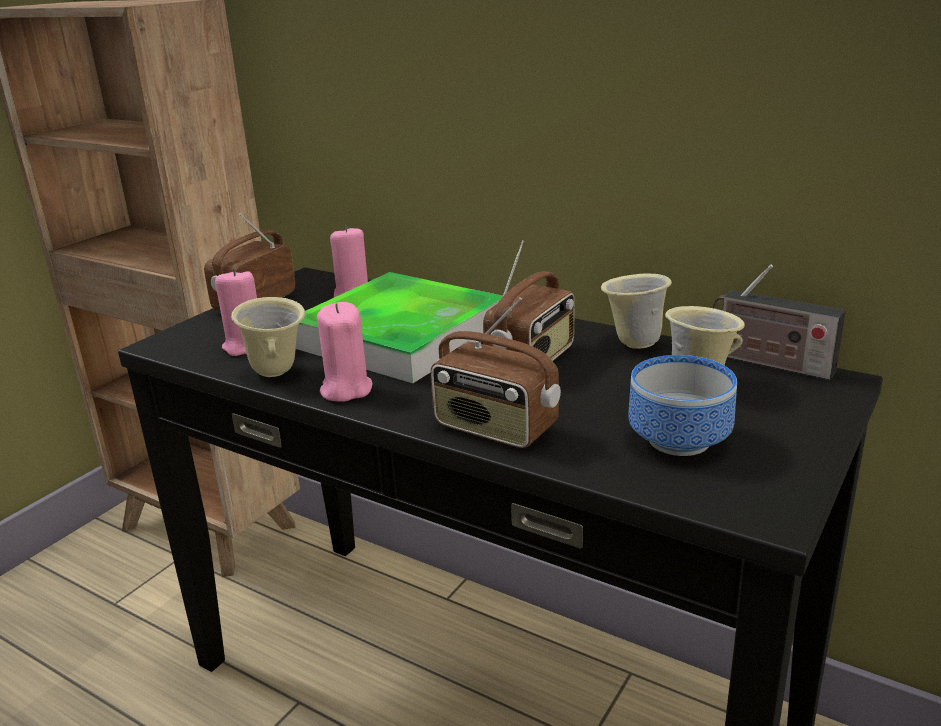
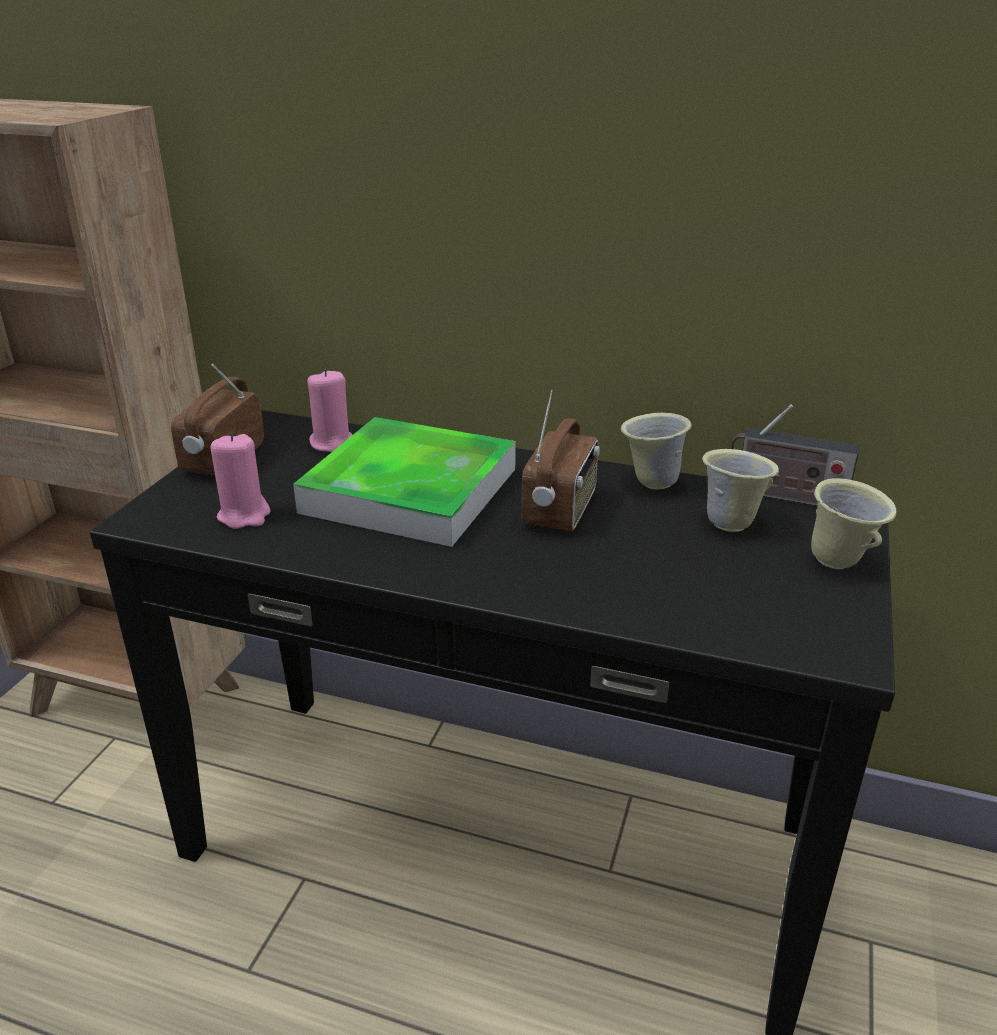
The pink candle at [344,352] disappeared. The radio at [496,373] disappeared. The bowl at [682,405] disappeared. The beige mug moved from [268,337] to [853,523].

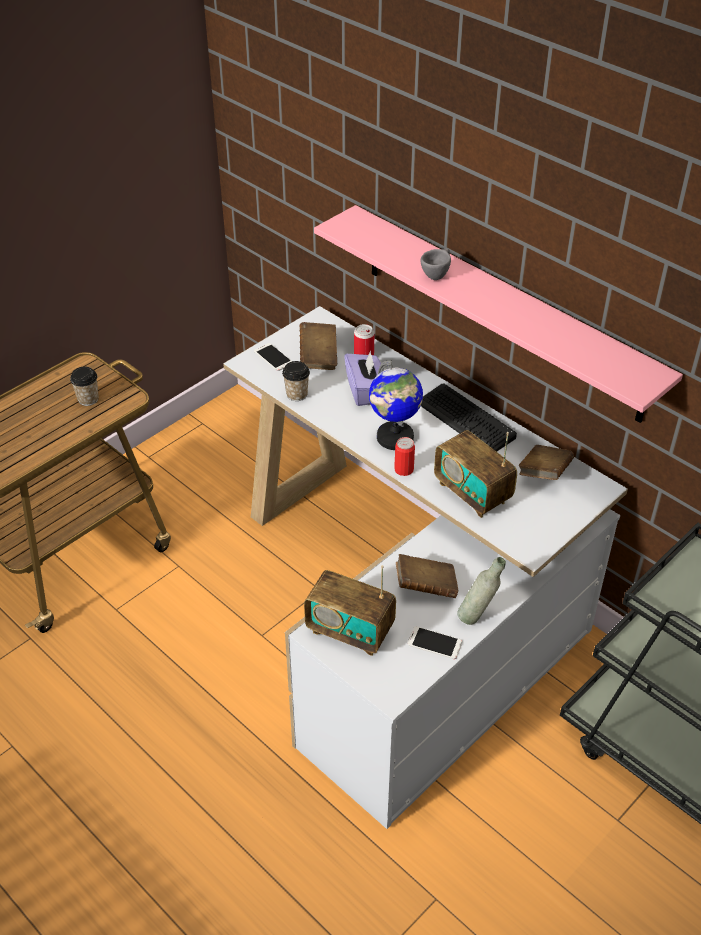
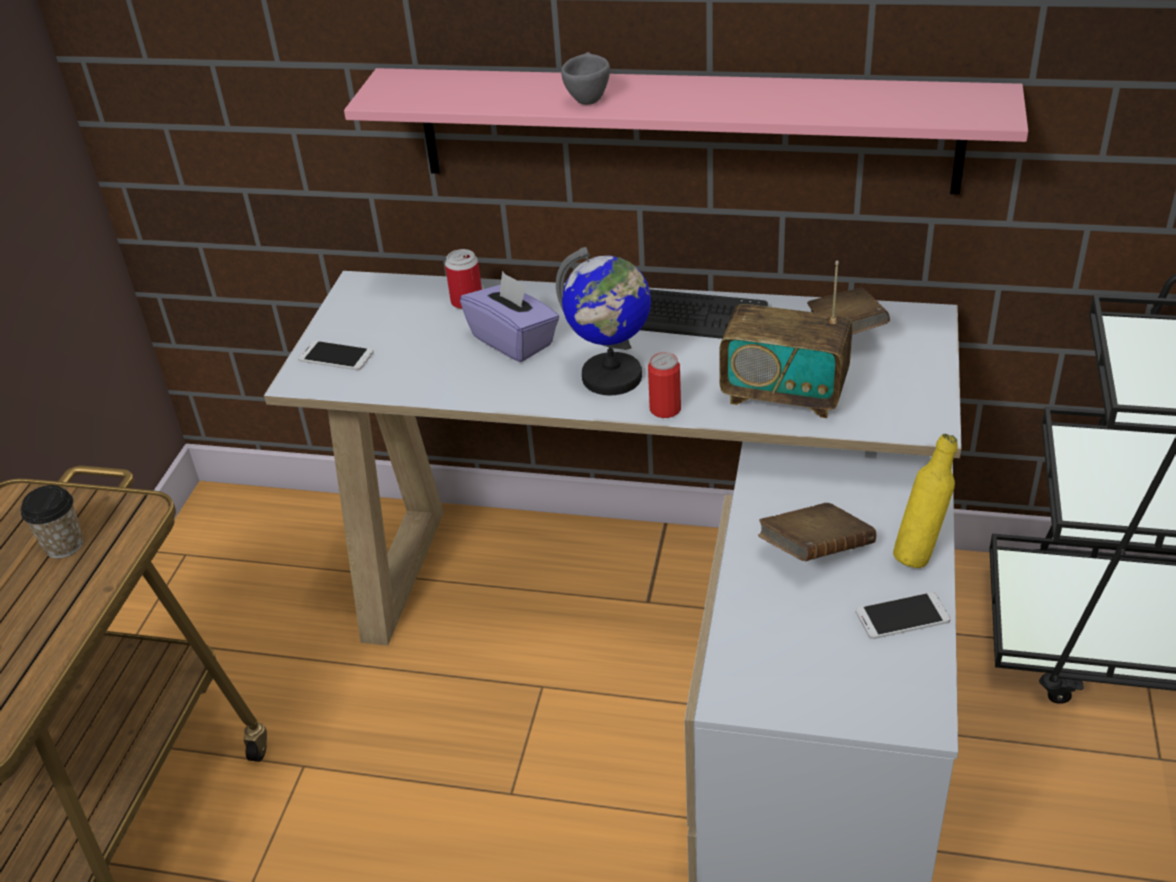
The cup at [296,381] disappeared. The brown book at [318,346] disappeared. The radio at [350,610] disappeared. The grey bottle at [481,591] became the yellow bottle at [925,501].

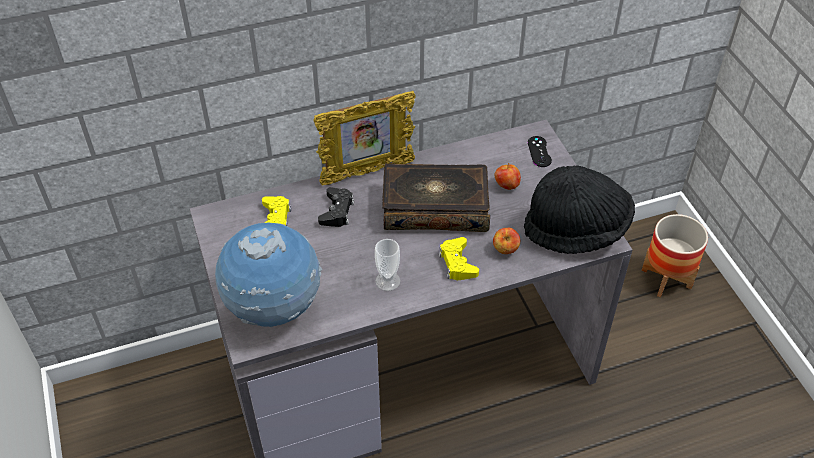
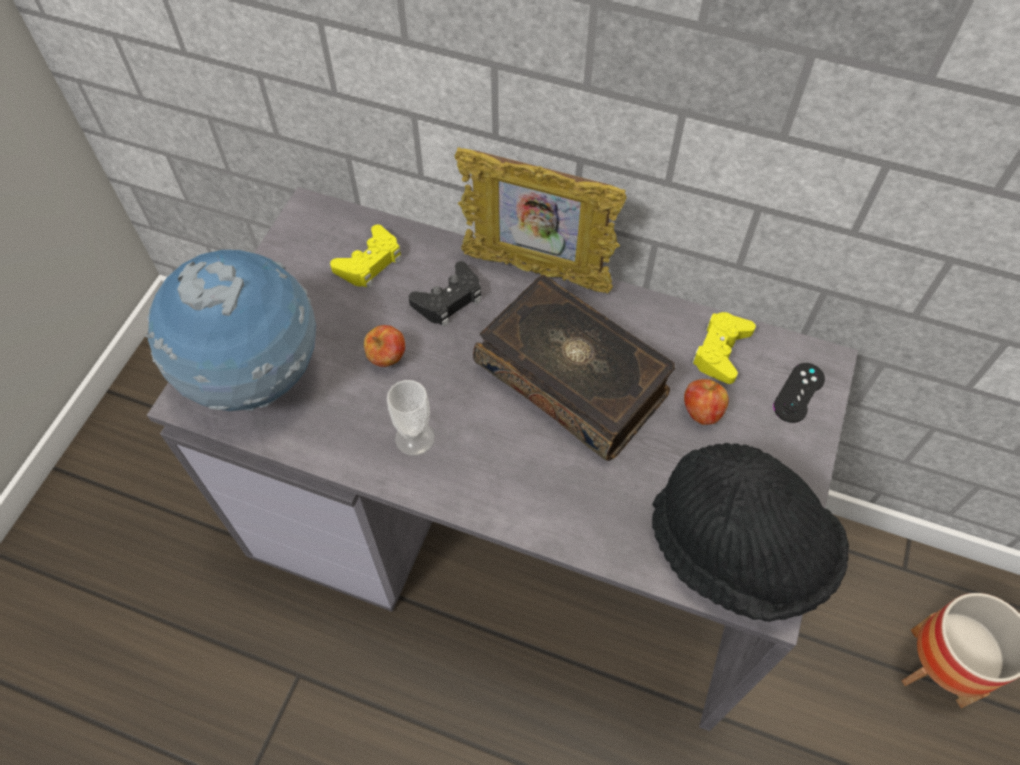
The yellow game controller moved from [459,258] to [723,348]. The apple moved from [506,241] to [384,346].

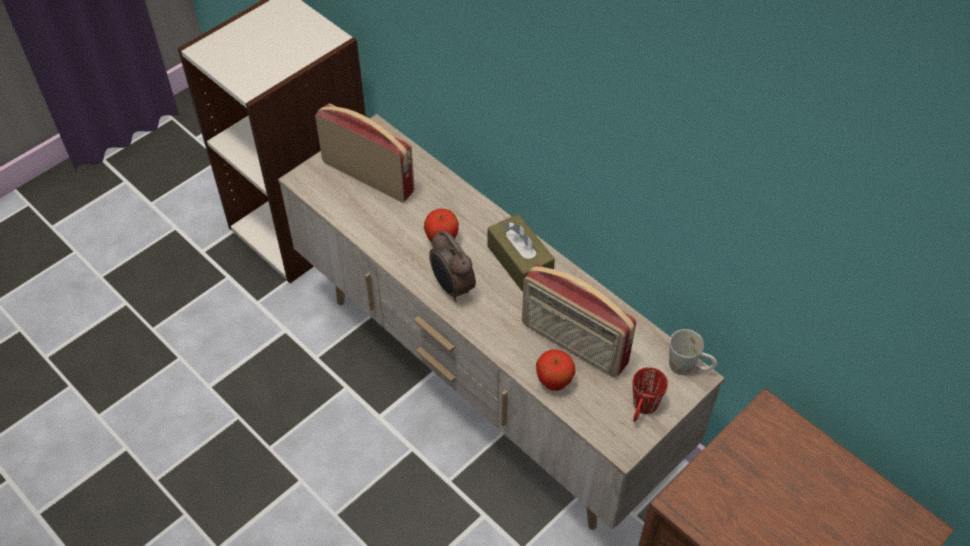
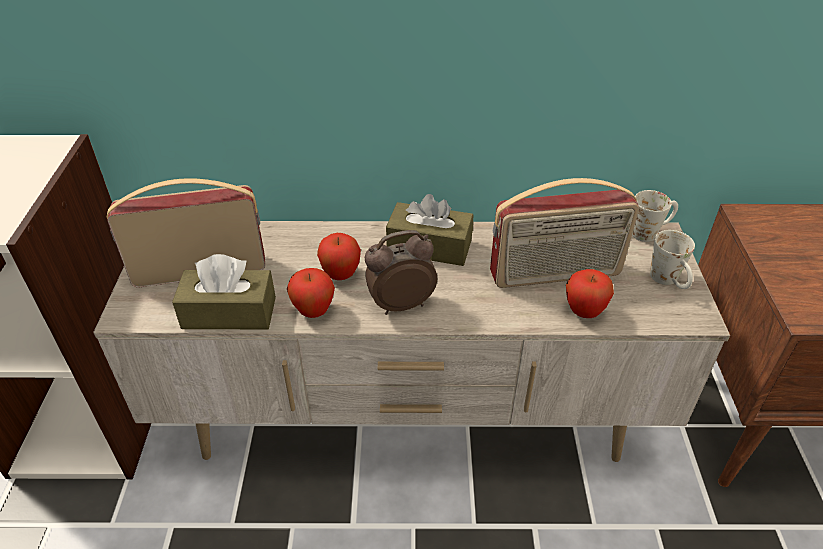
The brown tissue box at [224,291] appeared. The apple at [311,293] appeared. The red mug at [650,394] became the white mug at [672,259]. The alarm clock at [452,266] turned 150 degrees clockwise.

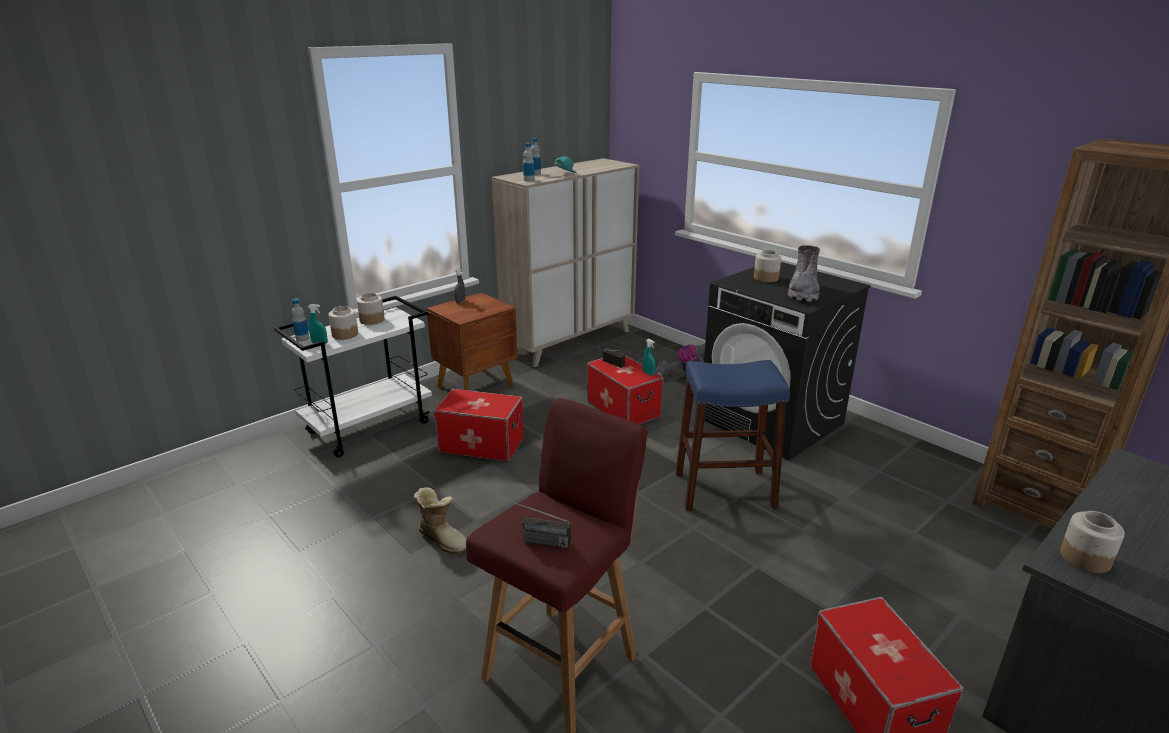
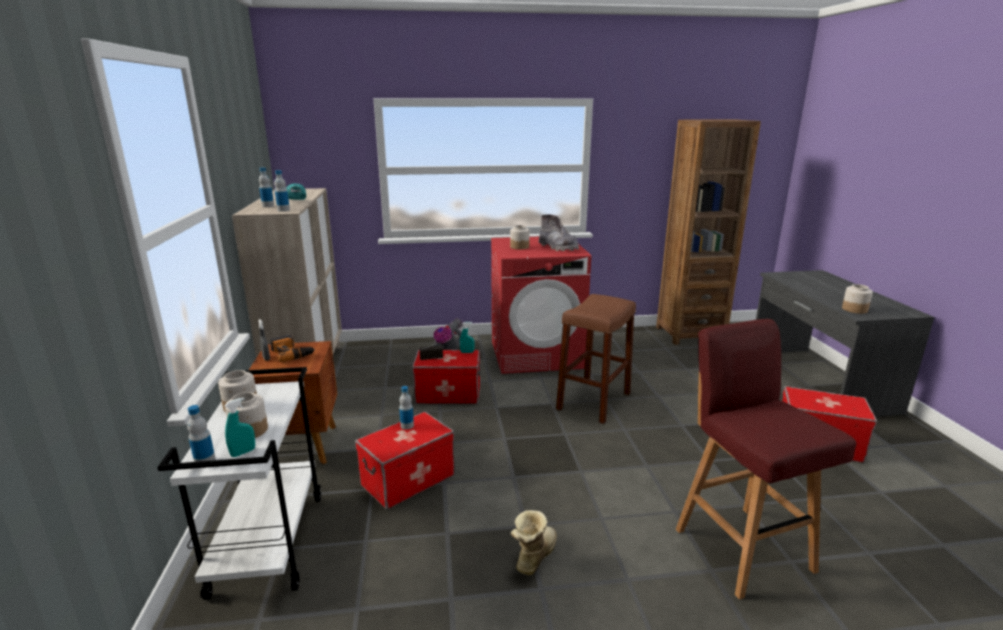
The radio at [535,522] disappeared. The power drill at [292,348] appeared. The bottle at [406,408] appeared. The blue stool at [733,435] became the brown stool at [596,359]. The black washing machine at [787,361] became the red washing machine at [541,305]. The boot at [440,521] turned 45 degrees counterclockwise.

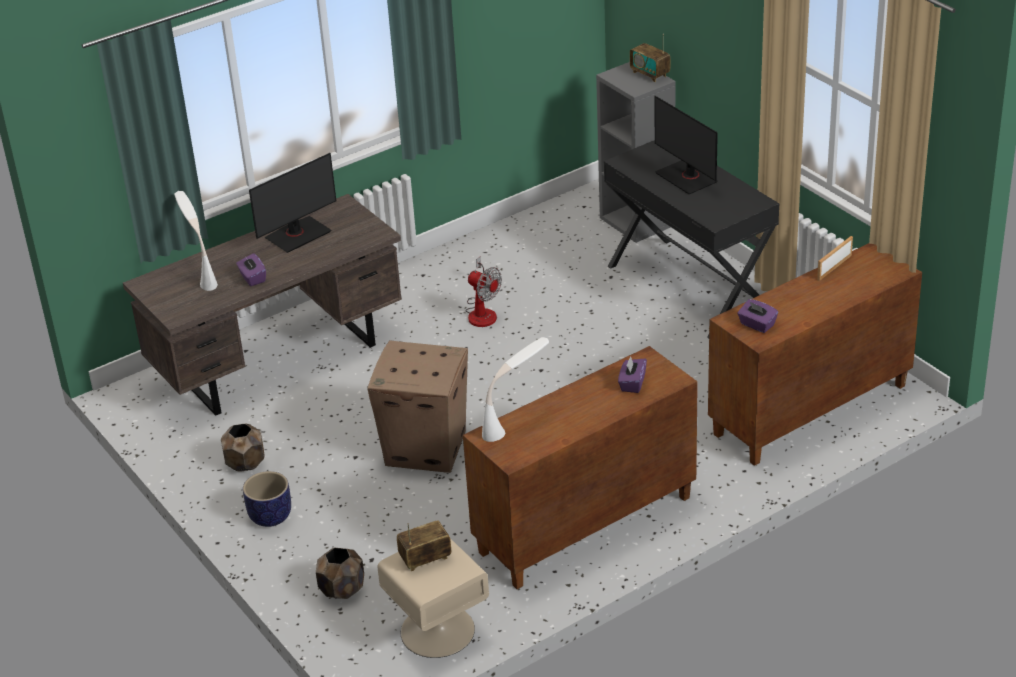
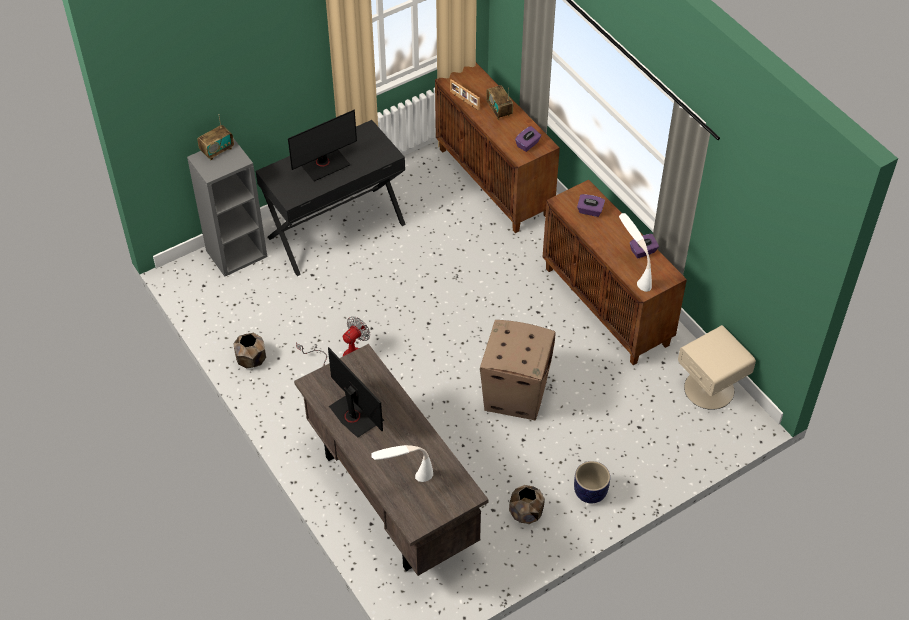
The purple tissue box moved from [251,269] to [644,246]. The brown planter moved from [340,573] to [249,351]. The radio moved from [424,545] to [499,102].

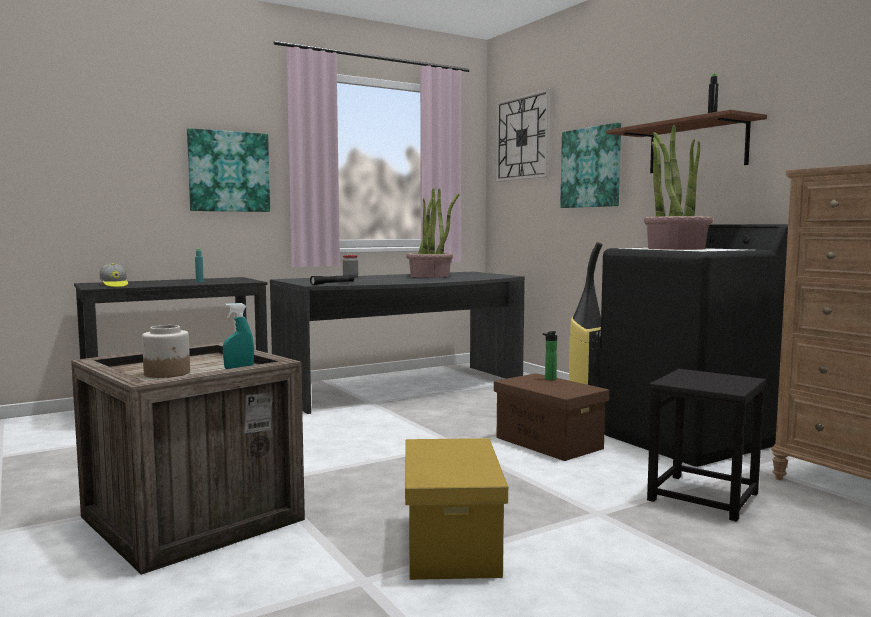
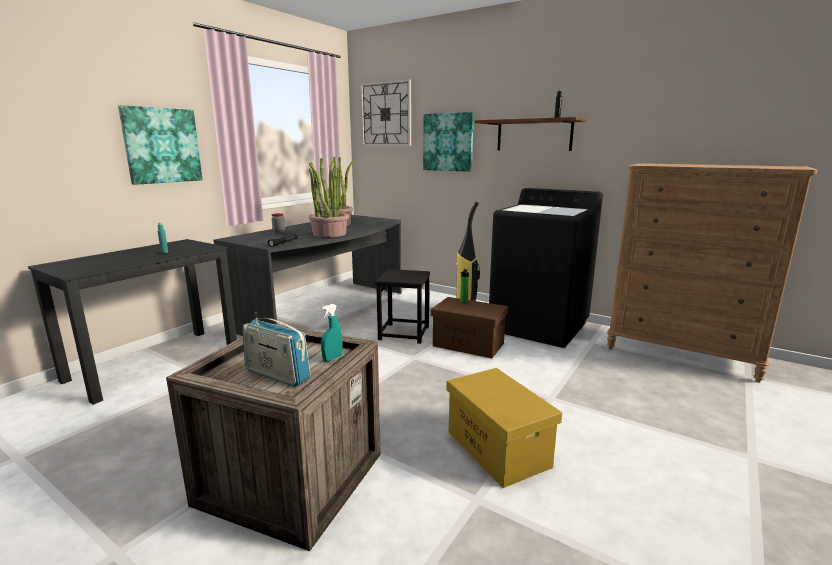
The cap at [114,275] disappeared. The potted plant moved from [678,187] to [329,197]. The black stool moved from [706,445] to [402,306]. The jar at [166,351] was replaced by the radio at [276,349].

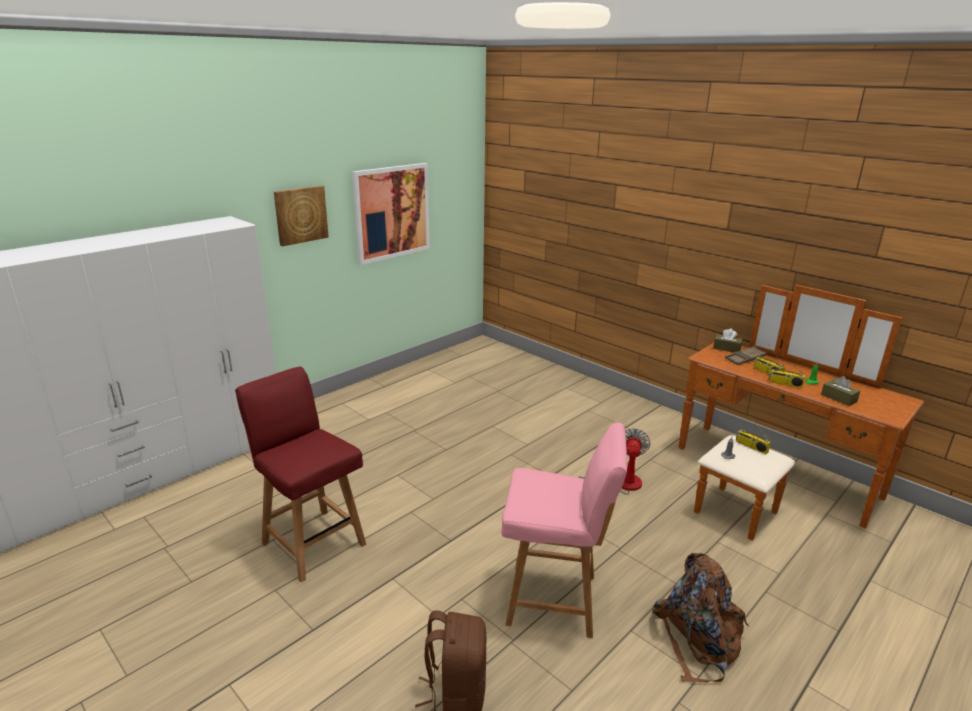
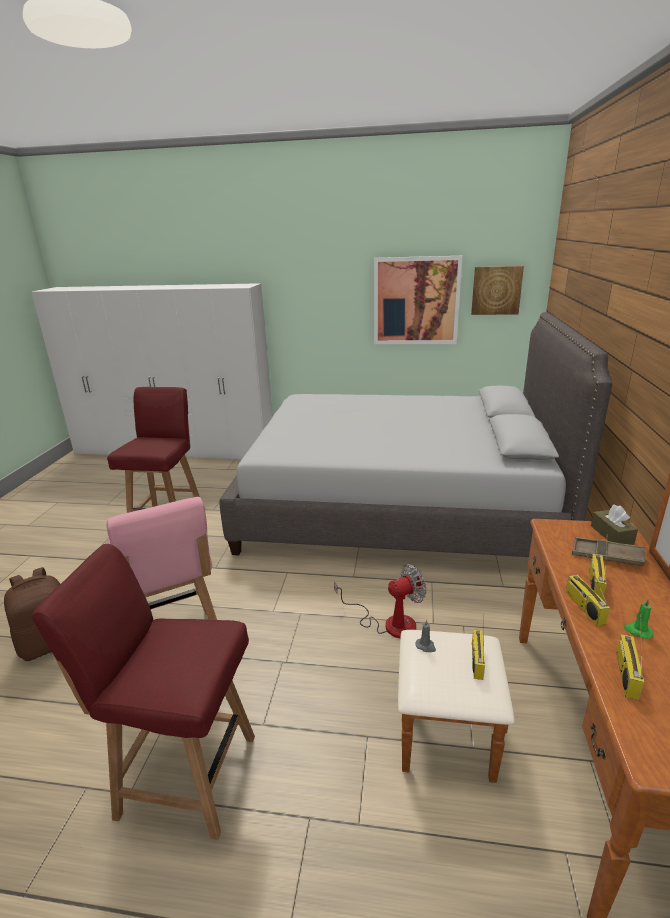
The grey bed at [416,434] appeared. The picture moved from [301,215] to [497,290]. The brown backpack at [700,617] was replaced by the red chair at [143,692]. The brown tissue box at [840,391] was replaced by the radio at [630,657].

